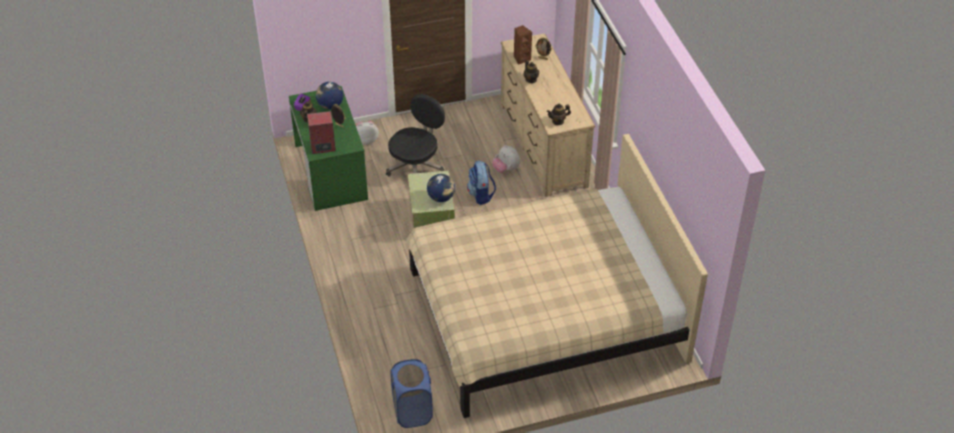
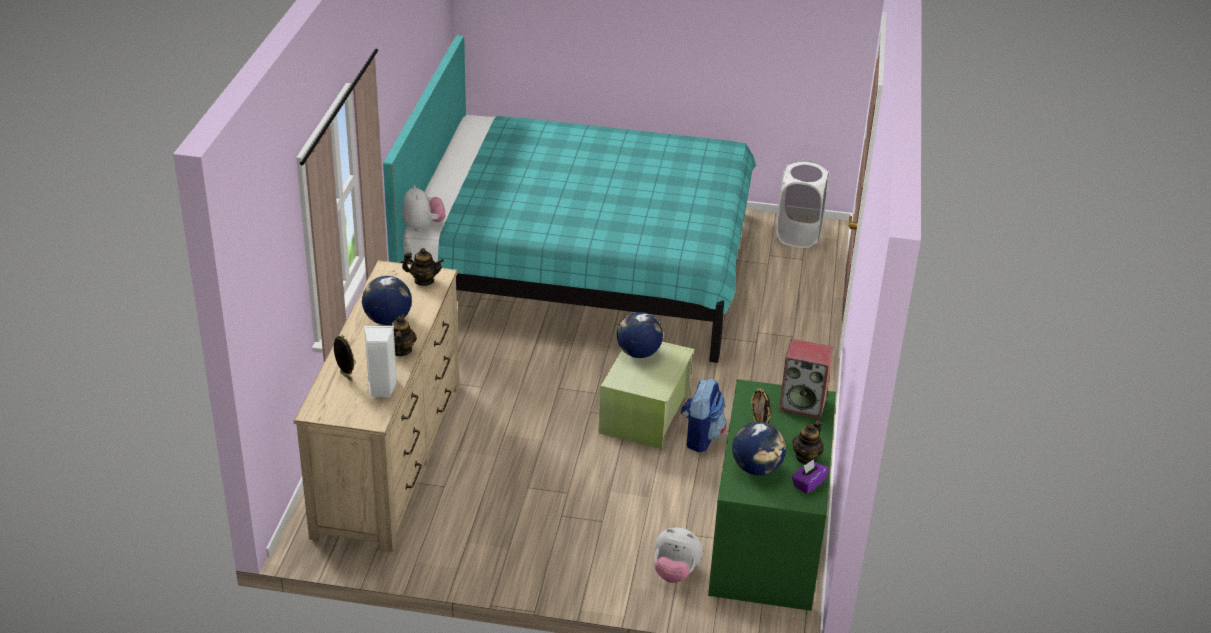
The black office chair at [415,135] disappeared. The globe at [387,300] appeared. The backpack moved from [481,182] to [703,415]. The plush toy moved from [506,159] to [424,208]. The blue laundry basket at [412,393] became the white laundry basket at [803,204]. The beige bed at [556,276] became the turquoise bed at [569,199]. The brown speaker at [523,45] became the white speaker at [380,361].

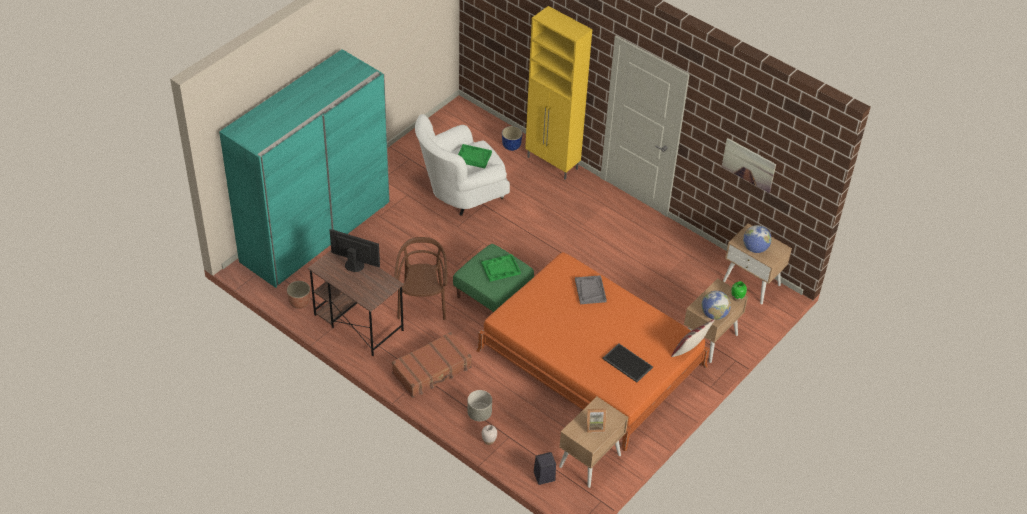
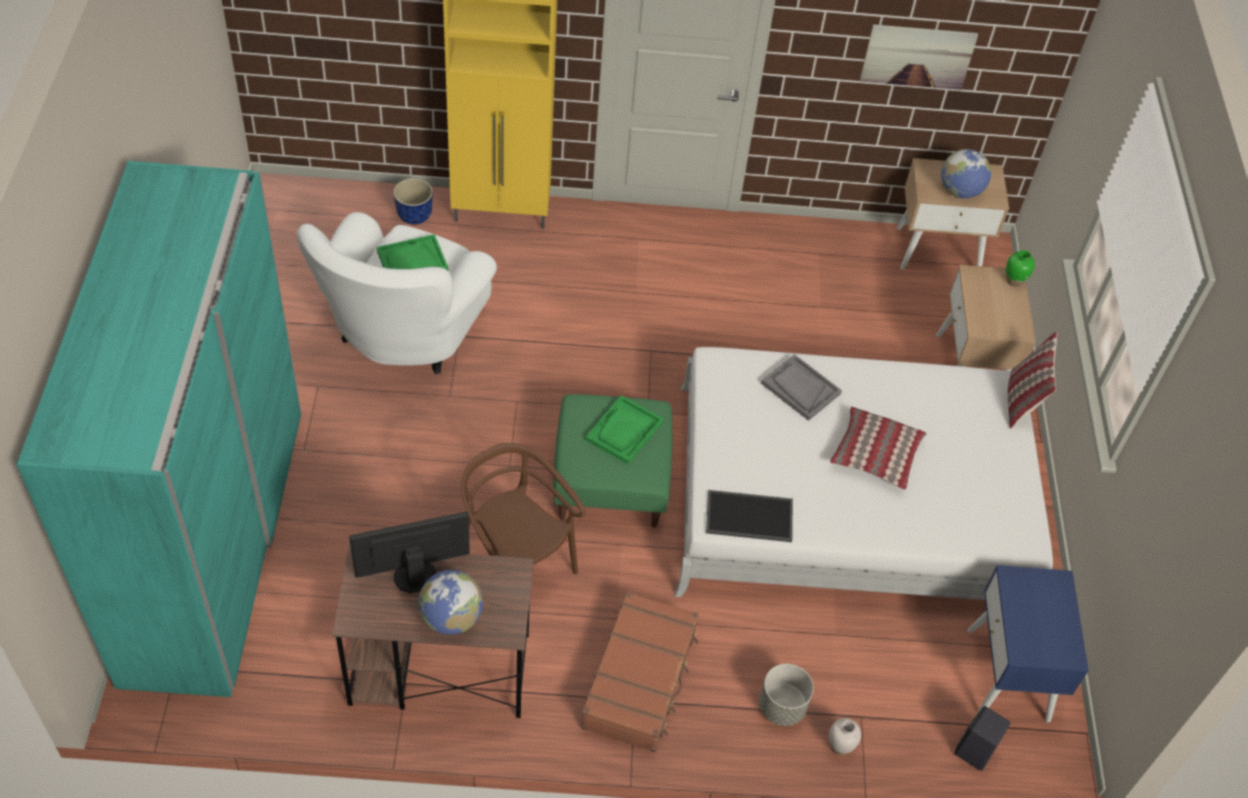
The planter at [298,295] disappeared. The picture frame at [596,421] disappeared. The pillow at [878,448] appeared. The tray moved from [627,362] to [749,516]. The globe moved from [716,305] to [450,602]. The orange bed at [592,351] became the white bed at [864,473]. The beige nightstand at [593,442] became the blue nightstand at [1028,644].

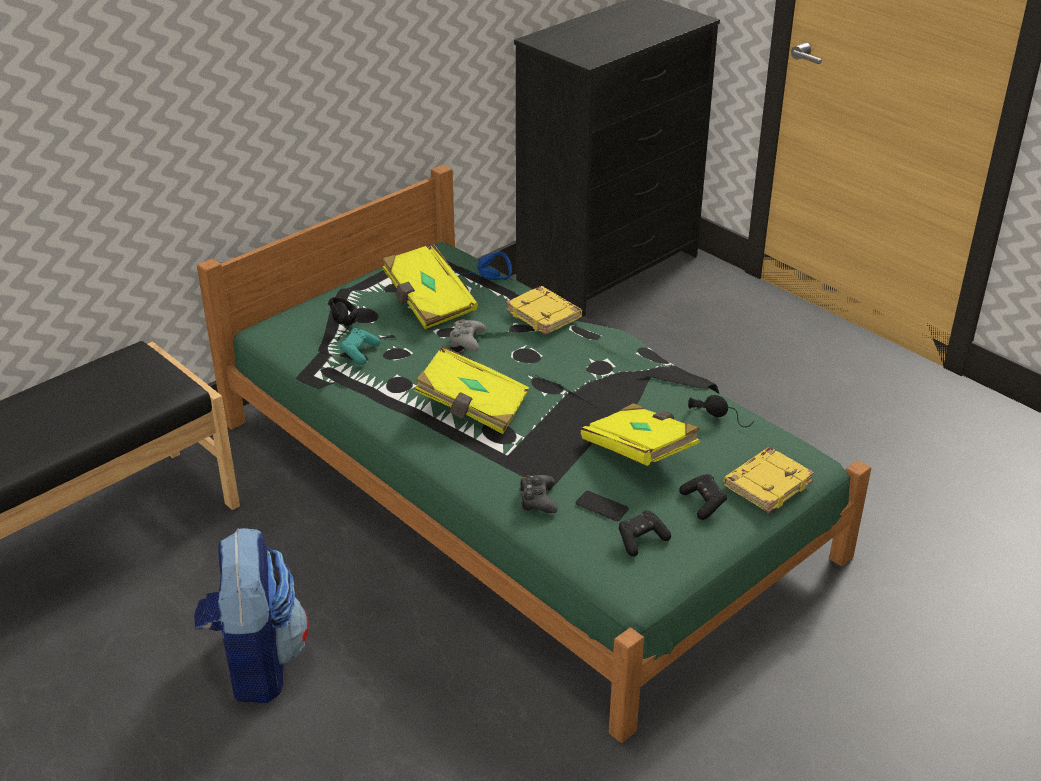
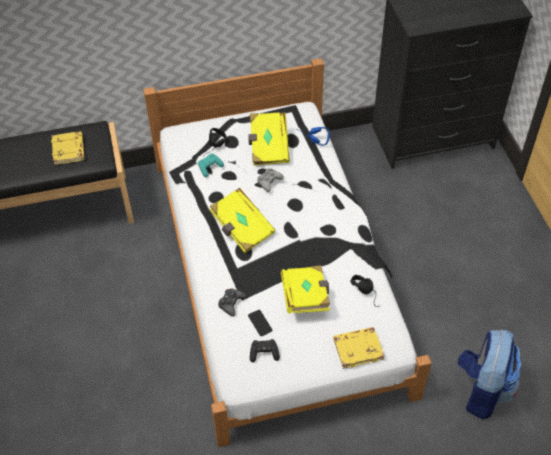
The black game controller at [703,497] disappeared. The backpack moved from [251,615] to [490,374]. The yellow book moved from [544,310] to [68,148]. The green bed at [534,454] became the white bed at [287,252].

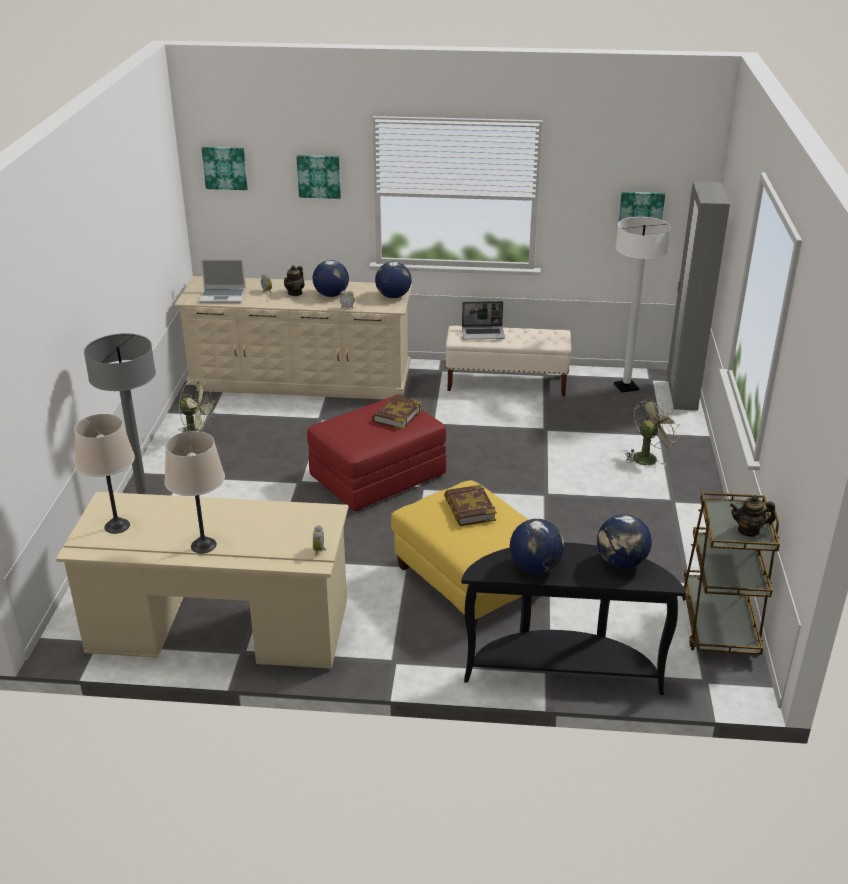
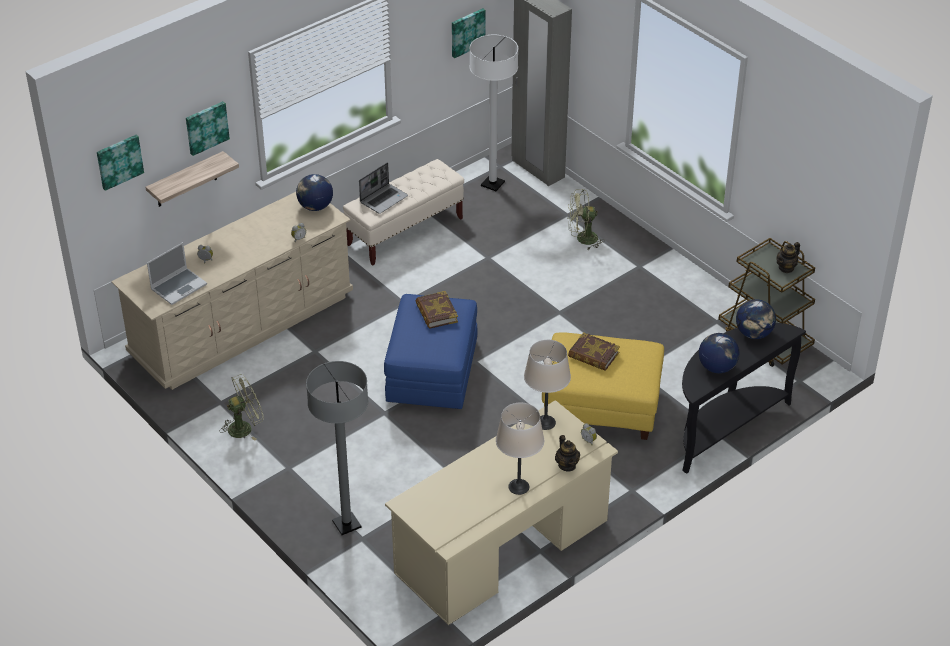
The globe at [331,278] disappeared. The shelf at [192,179] appeared. The beige table lamp moved from [104,474] to [547,385]. The teapot moved from [294,280] to [567,453]. The red ottoman at [376,453] became the blue ottoman at [431,351]. The green fan at [652,431] turned 105 degrees counterclockwise.

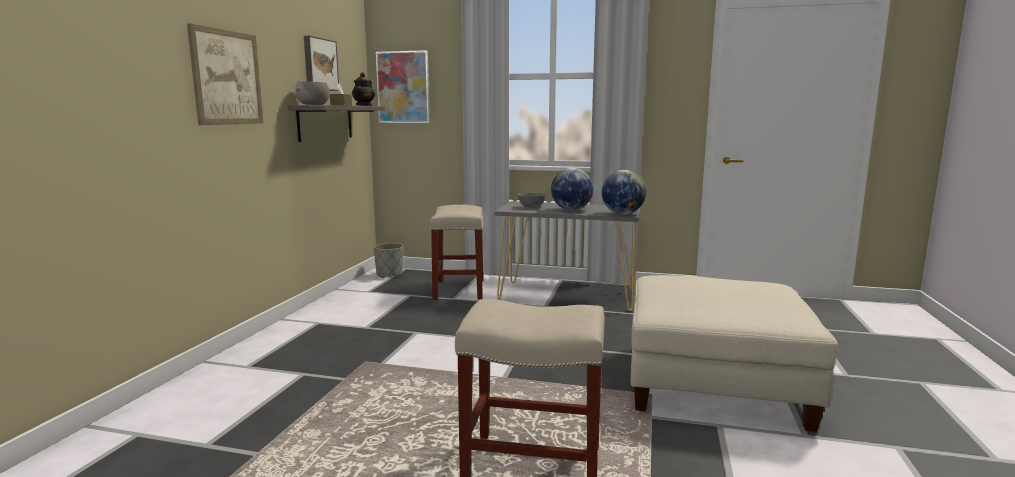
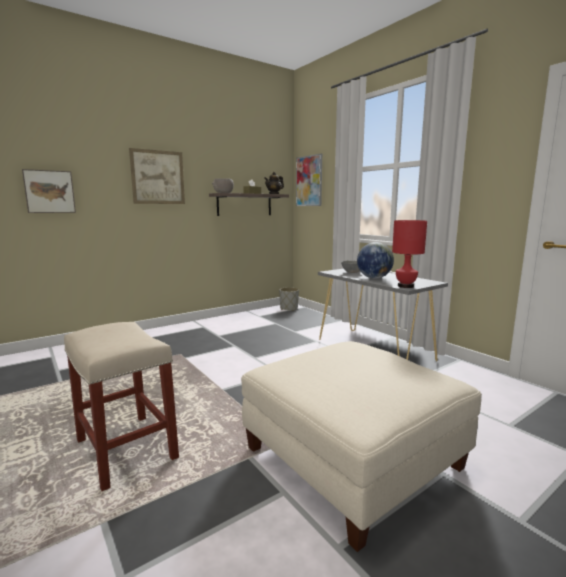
The beige stool at [456,252] disappeared. The picture moved from [321,63] to [49,191]. The globe at [624,192] was replaced by the red table lamp at [409,254].

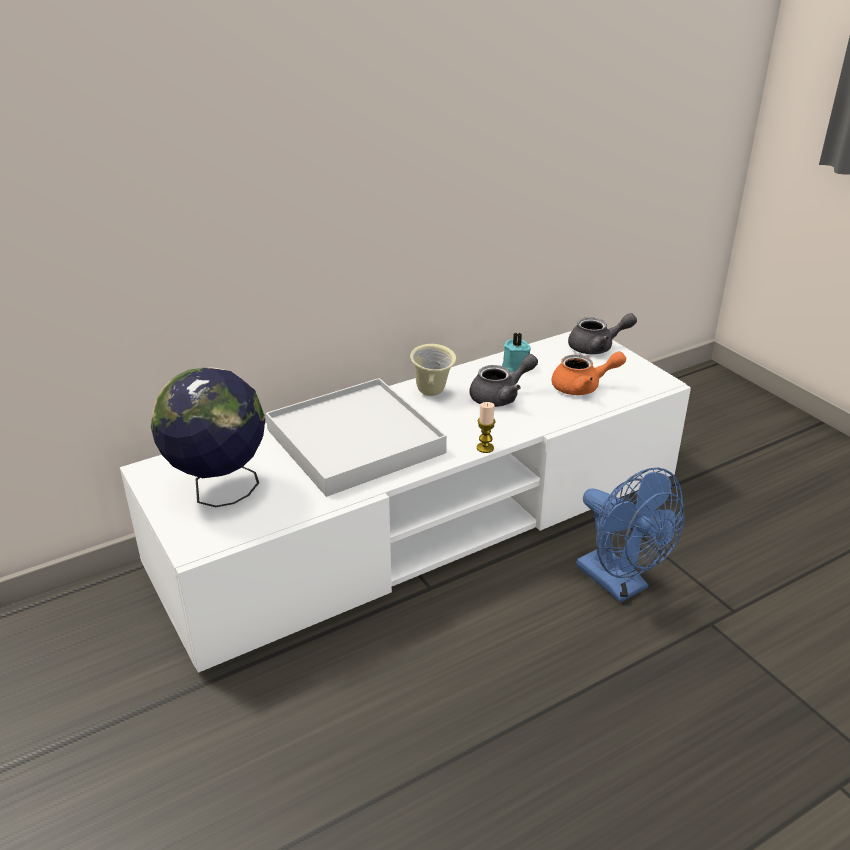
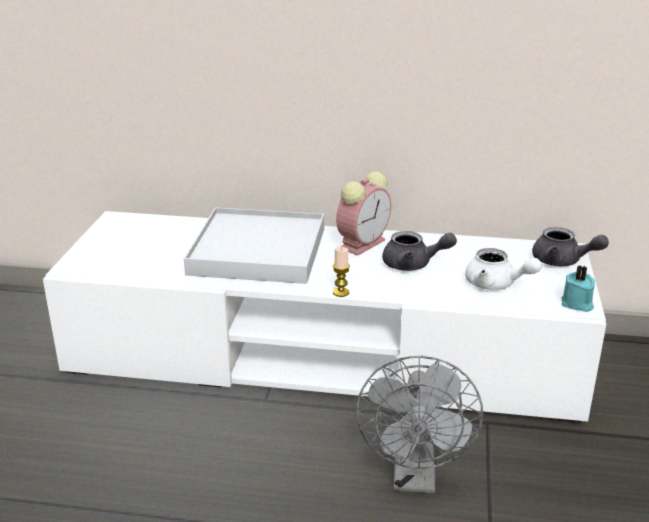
The globe at [208,437] disappeared. The turquoise candle moved from [516,353] to [578,288]. The beige mug at [433,370] was replaced by the alarm clock at [363,213]. The orange teapot at [589,373] became the white teapot at [503,269]. The blue fan at [631,535] became the grey fan at [419,424].

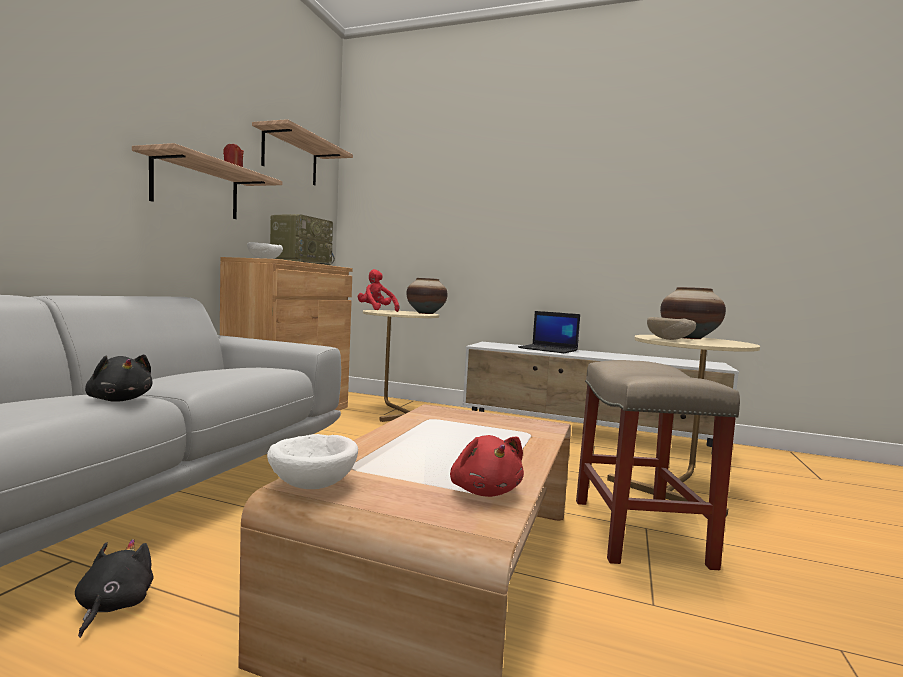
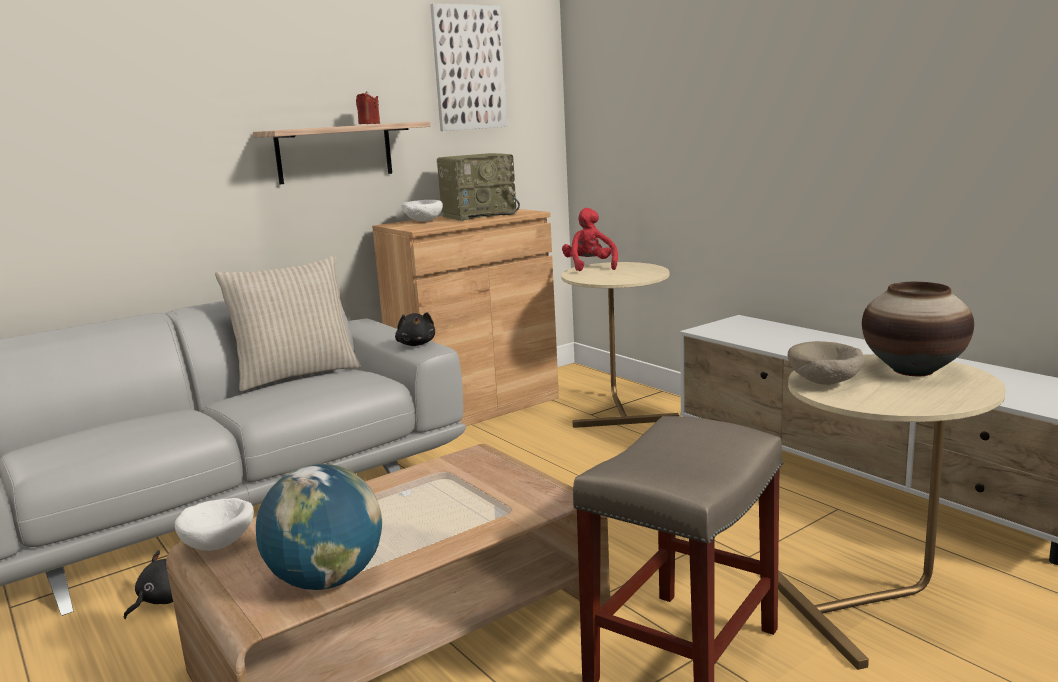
The vase at [427,296] disappeared. The laptop at [549,332] disappeared. The beige pillow at [288,324] appeared. The black plush toy moved from [119,378] to [415,329]. The shelf at [302,152] was replaced by the picture at [469,67]. The red plush toy at [487,466] was replaced by the globe at [319,527].

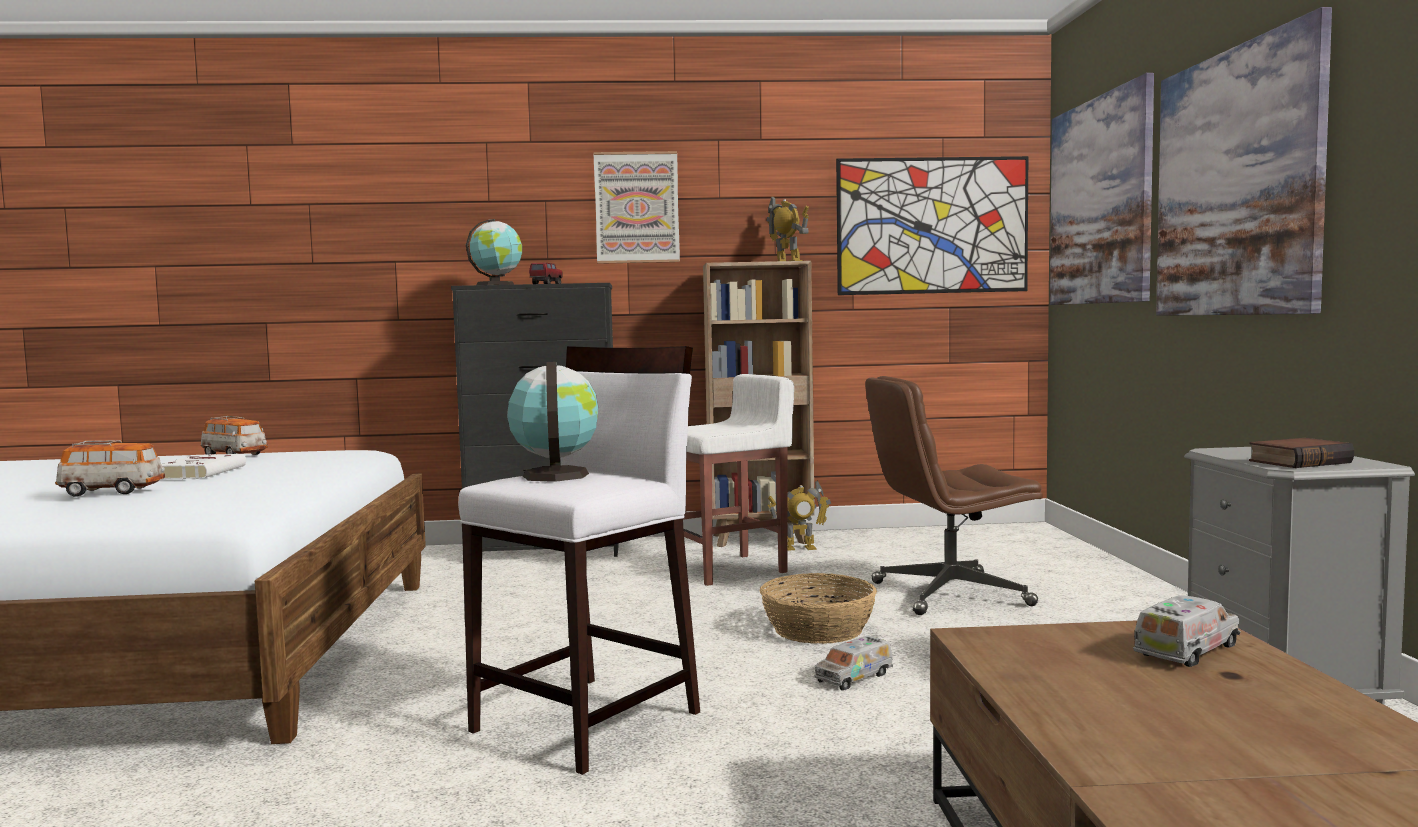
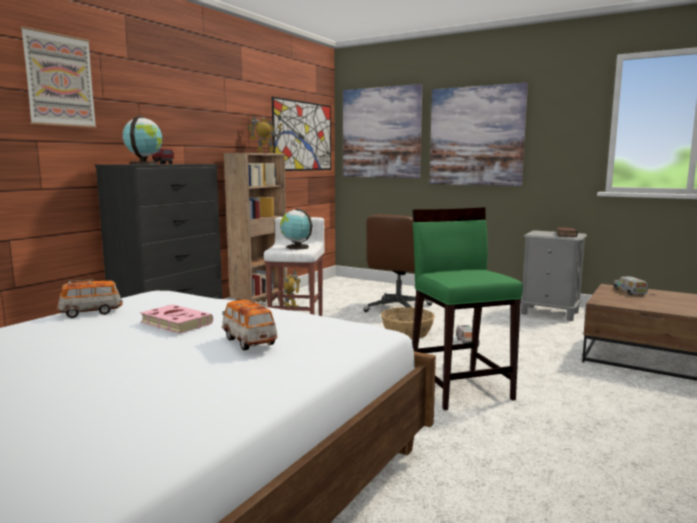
The globe moved from [552,422] to [296,229]. The picture moved from [637,207] to [58,77]. The white book at [203,466] became the pink book at [176,319]. The white stool at [579,560] became the green stool at [467,309]. The toy car at [110,468] turned 60 degrees counterclockwise.

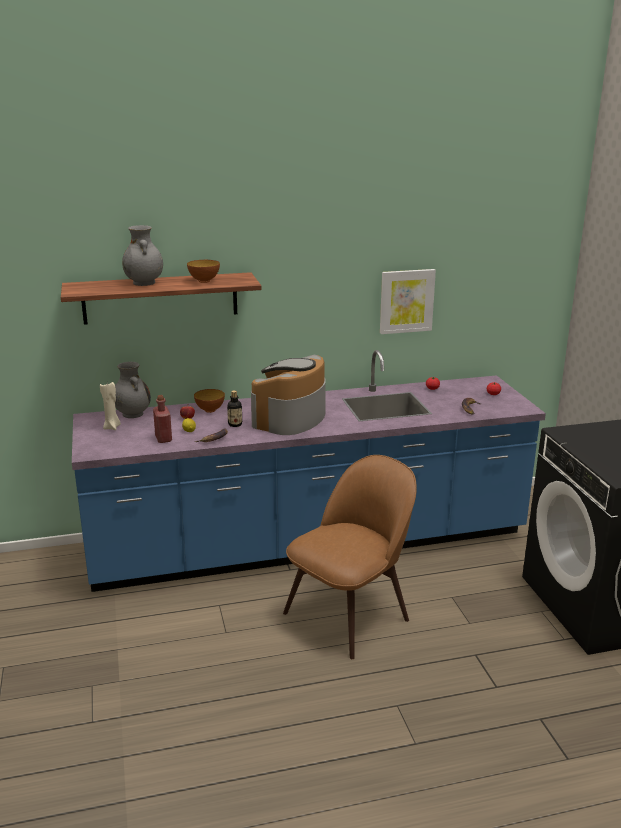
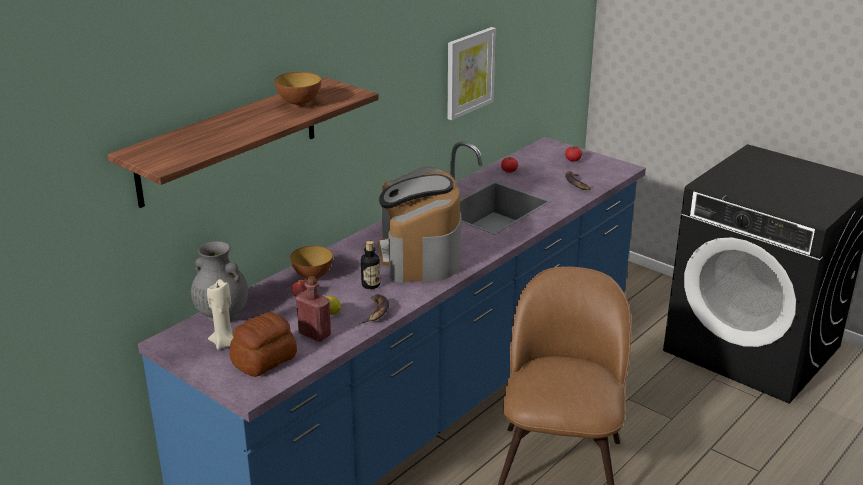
The grey vase at [142,255] disappeared. The bread at [263,344] appeared.

